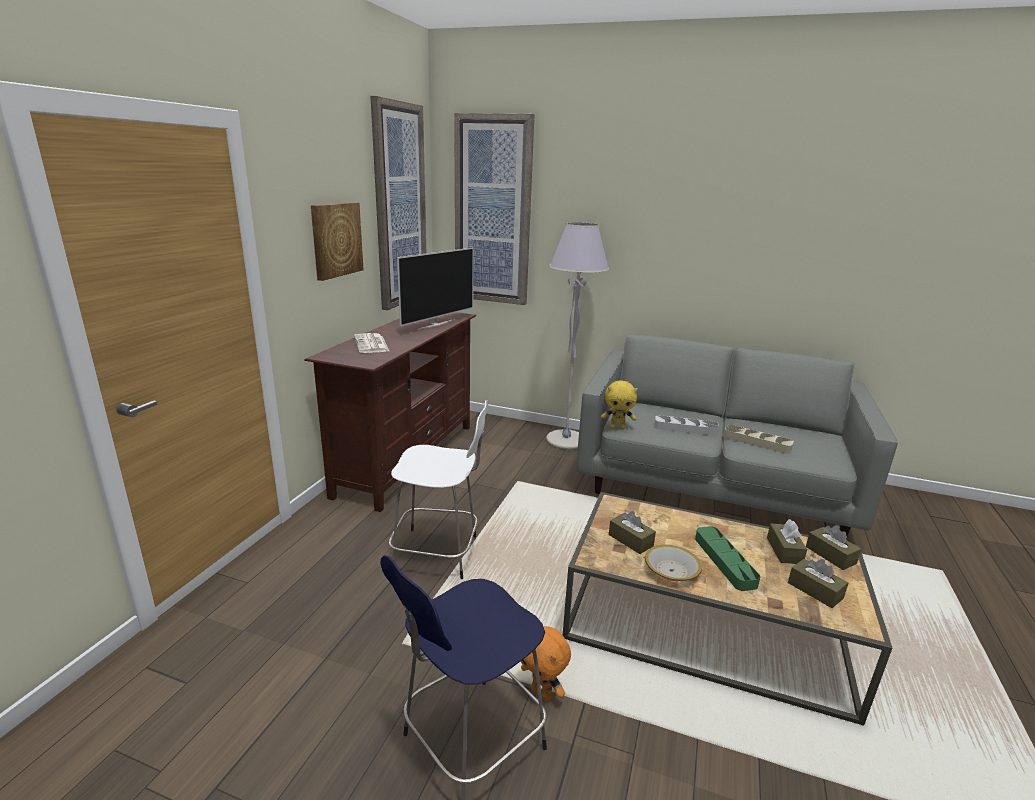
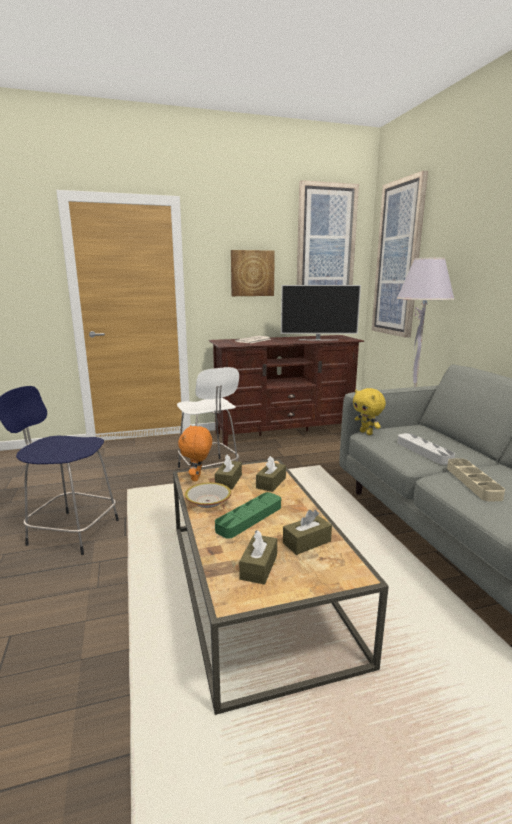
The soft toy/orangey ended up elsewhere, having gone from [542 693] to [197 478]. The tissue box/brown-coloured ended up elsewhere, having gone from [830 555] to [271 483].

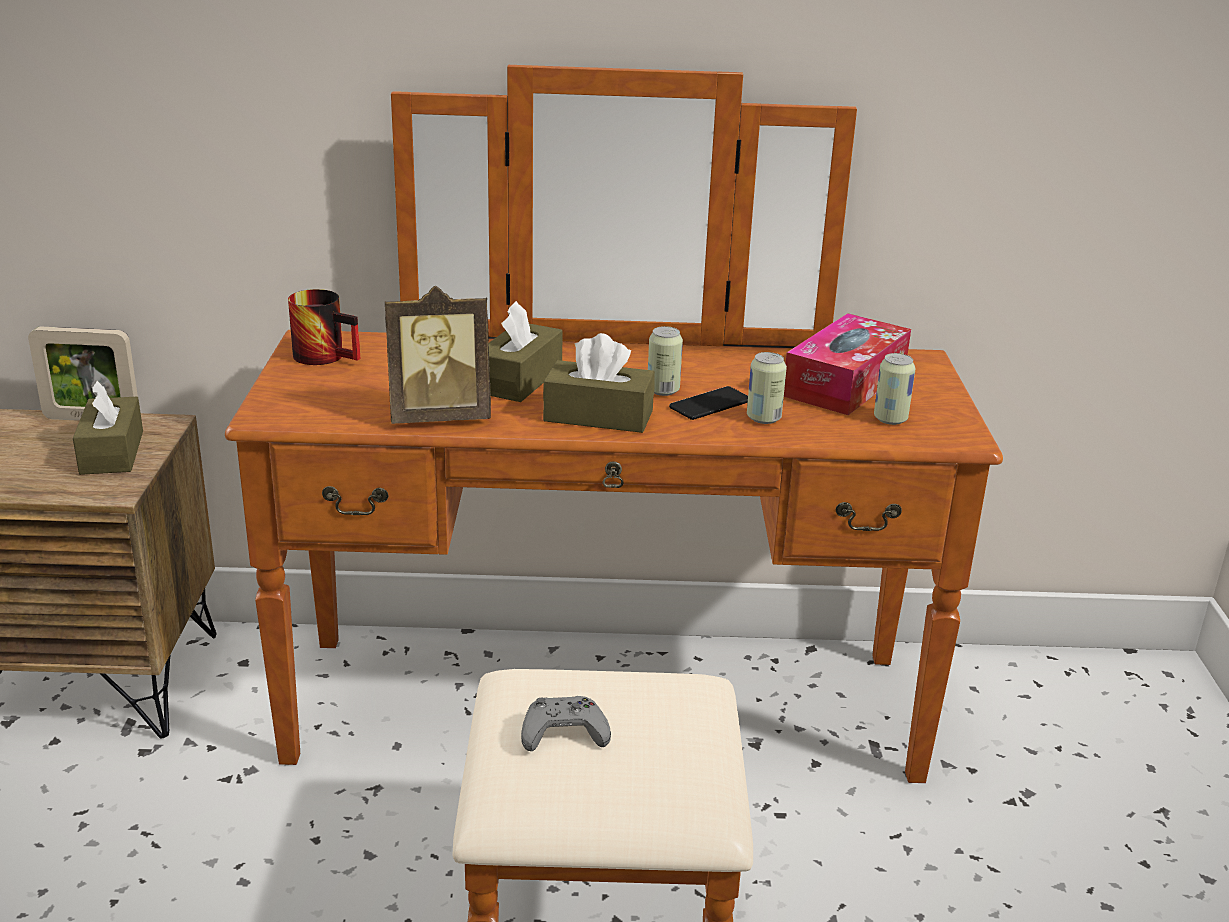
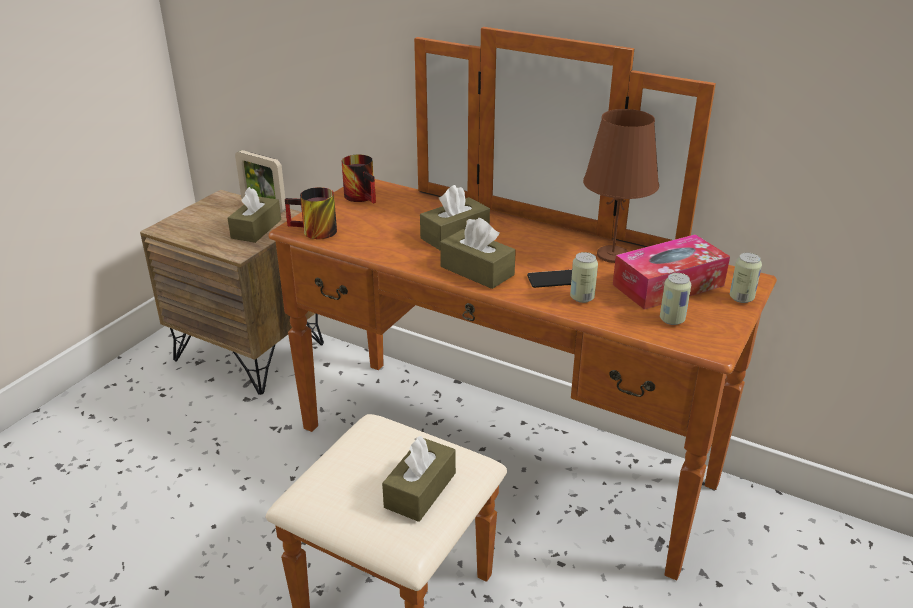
The second view gained the coffee mug at [313 232]. The second view gained the tissue box/brown-coloured at [420 490]. The second view gained the table lamp/brown-coloured at [612 254]. The sealed can ended up elsewhere, having gone from [663 390] to [741 298]. The second view lost the photo frame at [440 416]. The second view lost the joypad/greyish at [564 733].

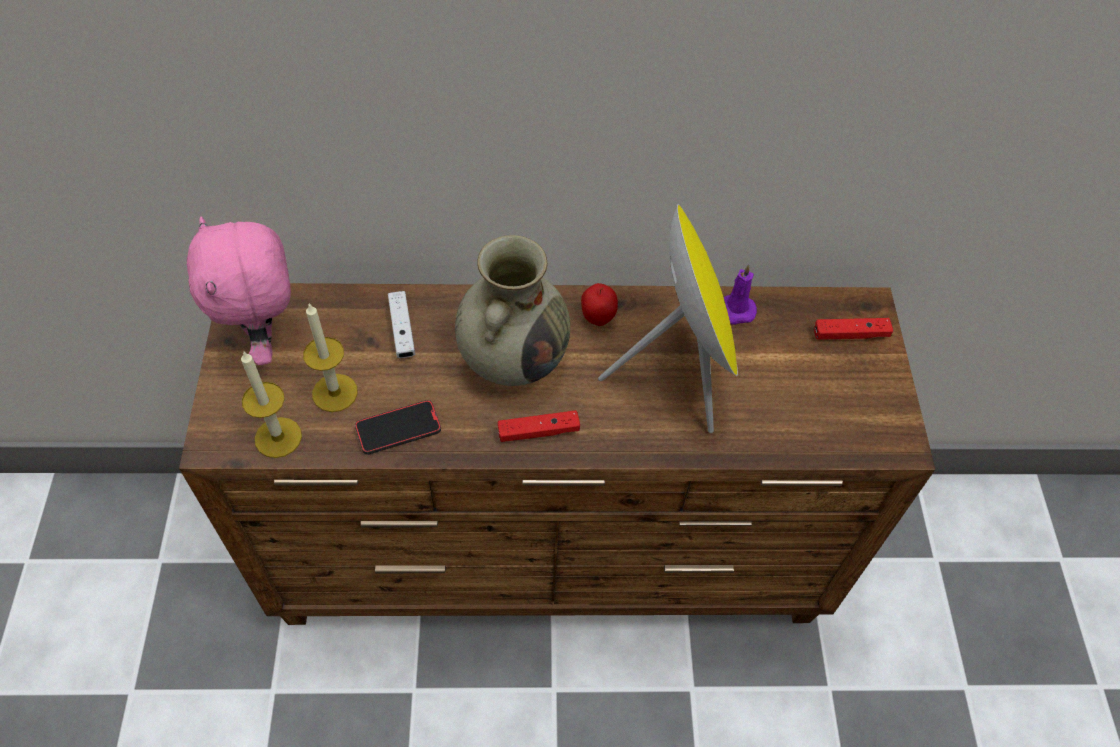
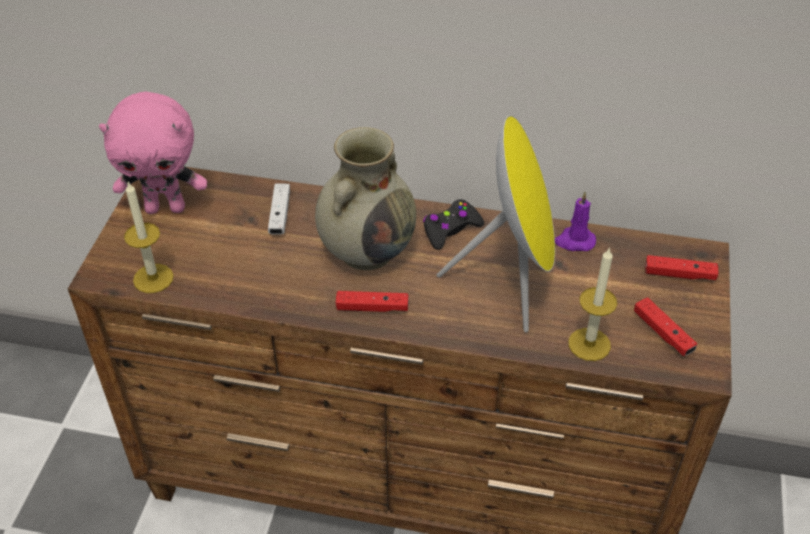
The soft toy/pink-coloured at [266 341] ended up facing another way, 90 degrees counterclockwise from before. Where the whole apple stood at [597 318], the joypad/blackish came to stand at [450 229]. The candle ended up elsewhere, having gone from [335 393] to [589 344]. The second view gained the joypad/red-coloured at [663 333]. The second view lost the phone at [398 429].

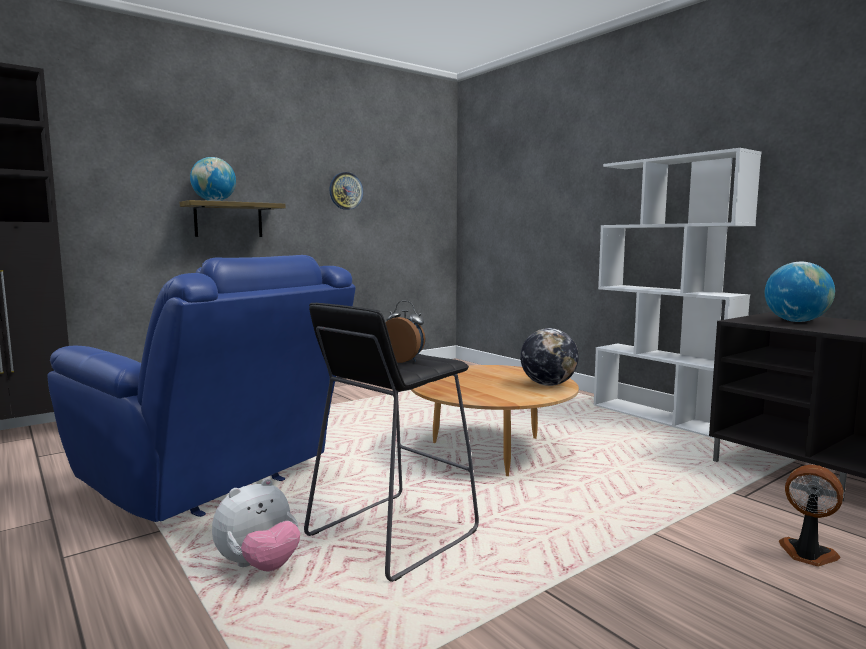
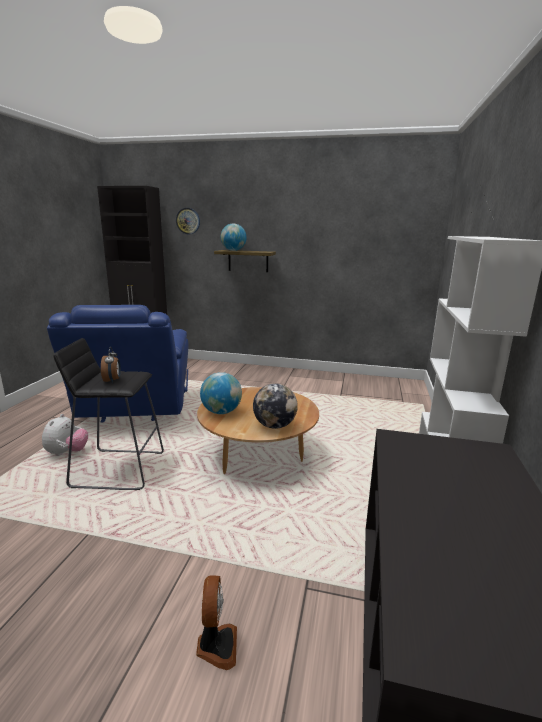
The soft toy at [259 566] ended up facing another way, 90 degrees counterclockwise from before. The hanging clock ended up elsewhere, having gone from [345 191] to [188 221]. The desk globe ended up elsewhere, having gone from [796 321] to [221 412].

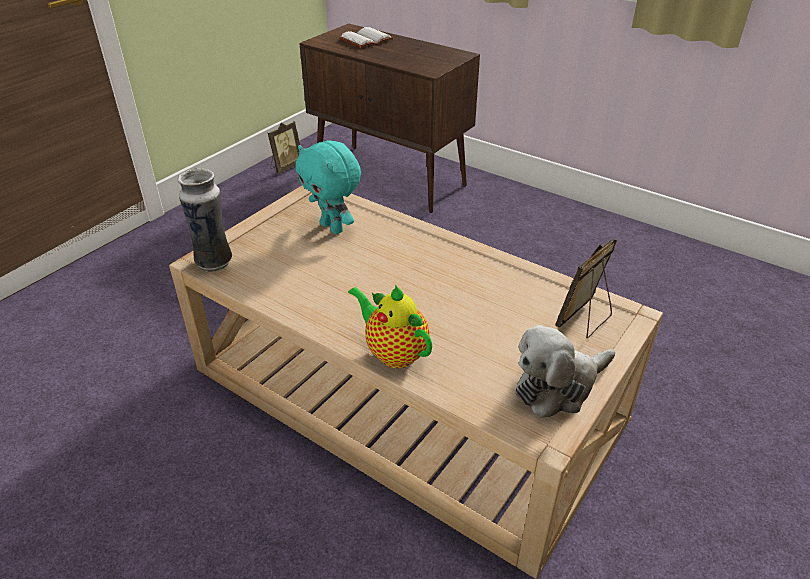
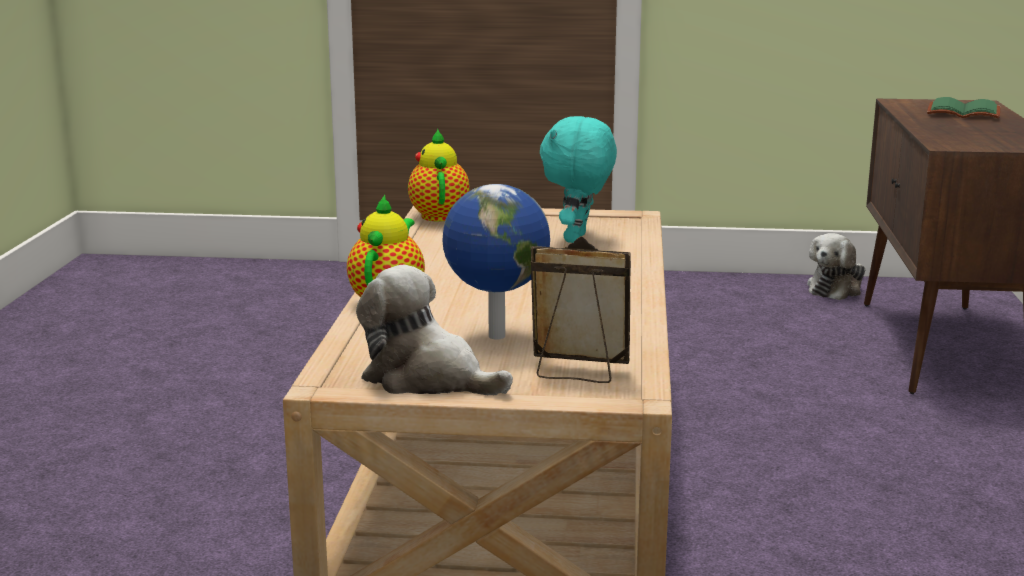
Where the decorative vase stood at [214 262], the teapot came to stand at [439 215]. The second view gained the desk globe at [494 336]. Where the photo frame stood at [285 167], the soft toy came to stand at [836 289]. What was the book/whitish at [366 40] turned into the book/greenish at [962 113].

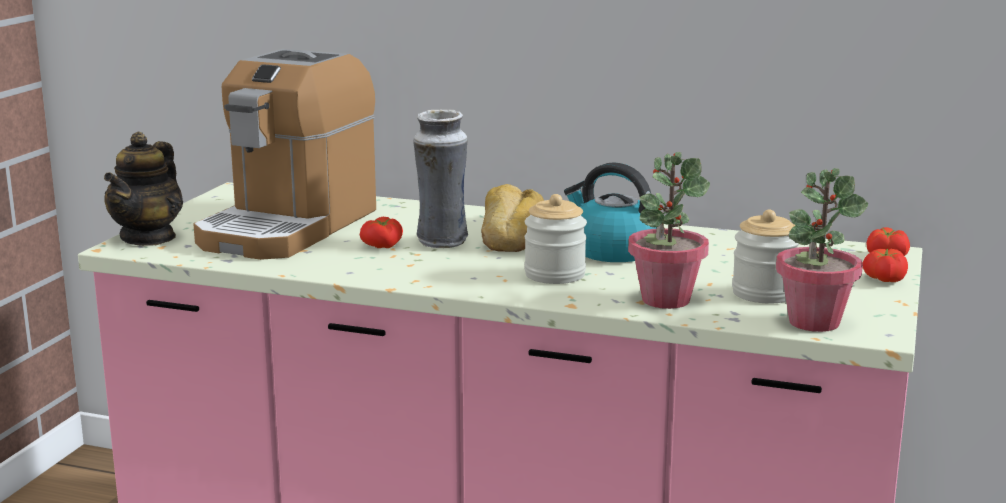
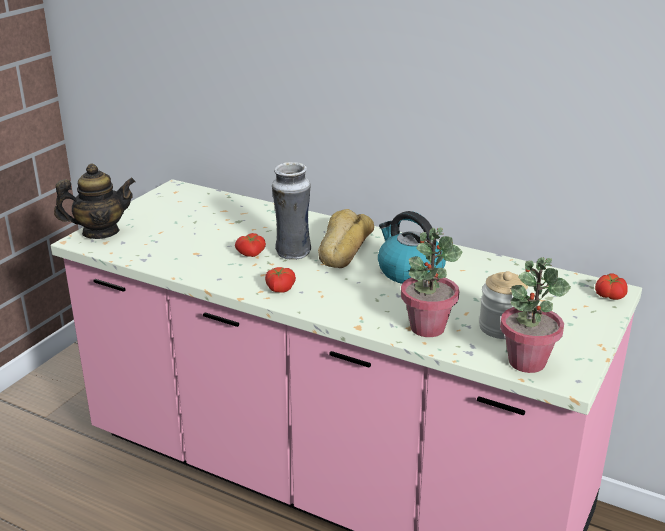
The teapot at [148 237] ended up facing another way, 135 degrees counterclockwise from before. The fresh tomato ended up elsewhere, having gone from [883 279] to [279 288]. The second view lost the coffee brewer at [288 227]. The second view lost the preserve jar at [555 274].

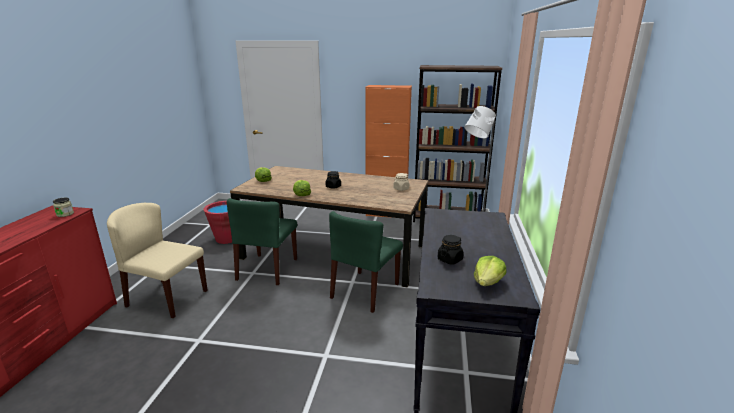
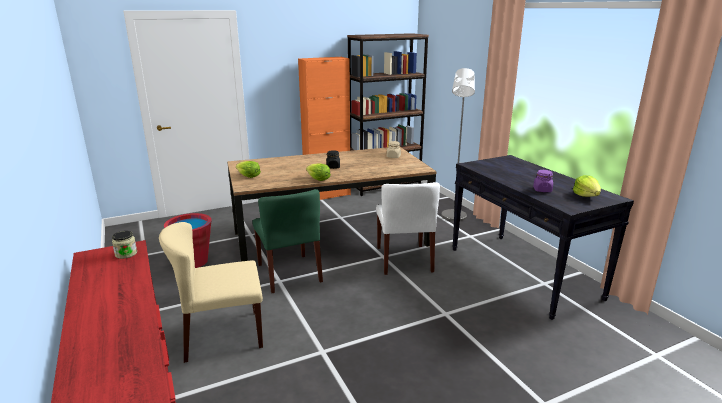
What was the plain chair/greenish at [365 291] turned into the plain chair/whitish at [404 259]. What was the preserve jar/blackish at [450 259] turned into the preserve jar/purplish at [542 190].

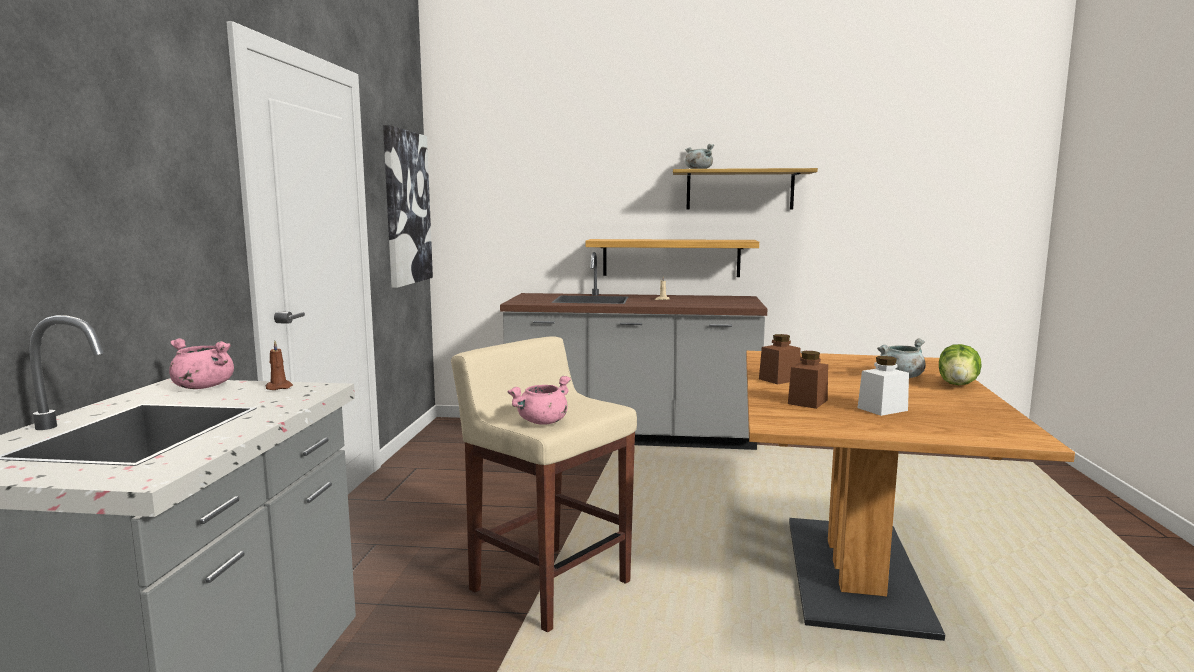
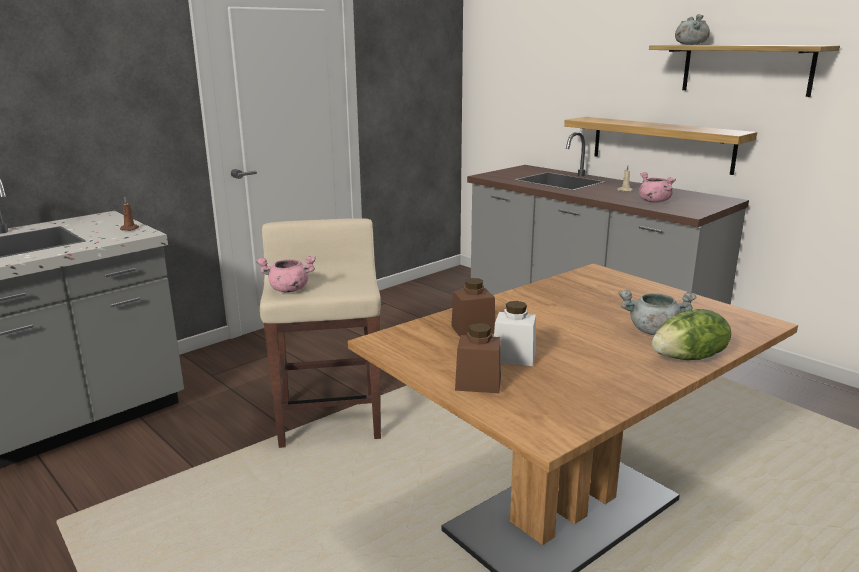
The preserve jar/brown-coloured ended up elsewhere, having gone from [779 379] to [478 383]. The cooking pot/pink-coloured ended up elsewhere, having gone from [202 387] to [653 201]. The second view lost the picture at [406 208].

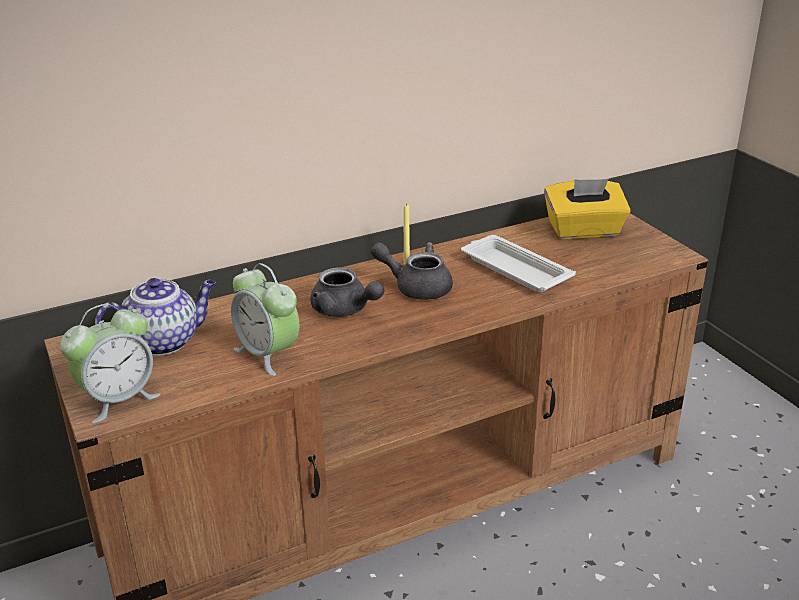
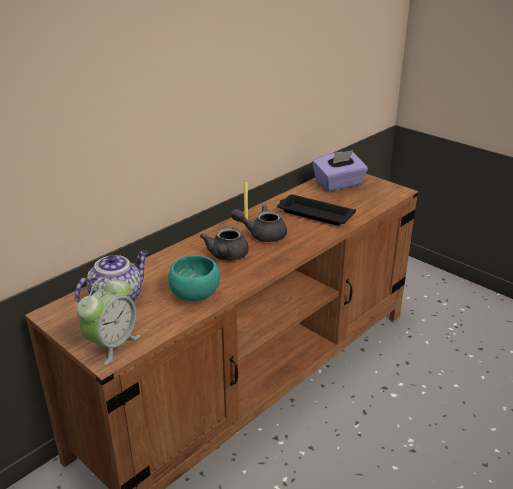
Where the table clock stood at [268 354], the bowl/turquoise came to stand at [196 294]. The teapot/greyish at [345 310] ended up facing another way, 75 degrees clockwise from before. What was the tray/whitish at [514 269] turned into the tray/blackish at [314 214]. What was the tissue box/yellow at [584 231] turned into the tissue box/purplish at [339 184].

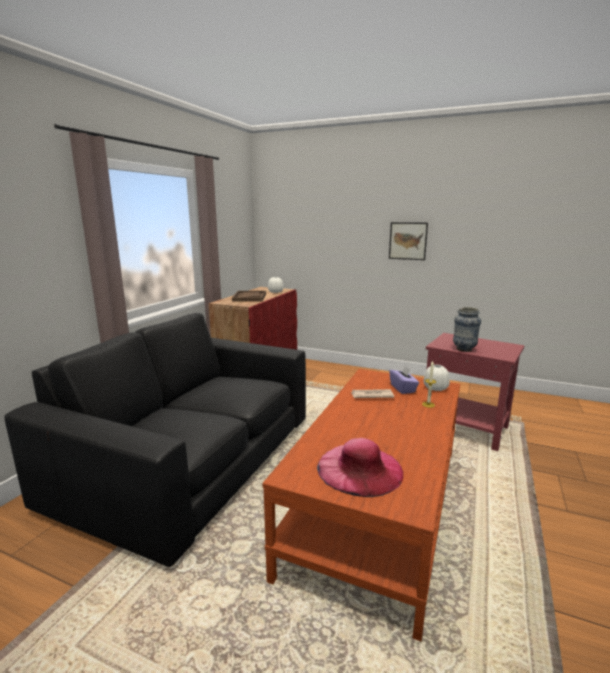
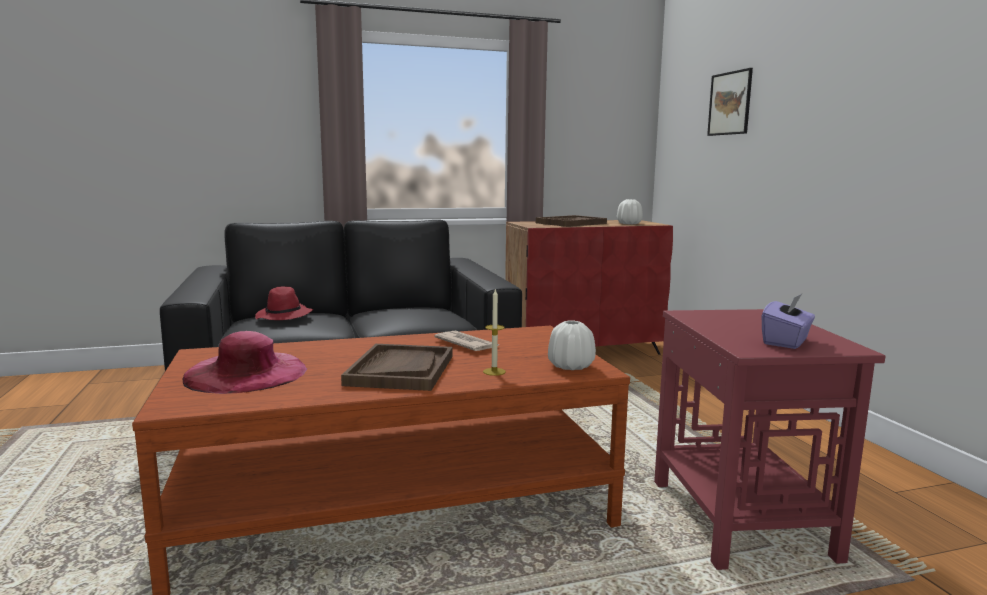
The second view gained the clothing hat/red-coloured at [284 317]. The second view gained the tray/brown-coloured at [400 370]. The picture ended up elsewhere, having gone from [408 241] to [730 103]. The tissue box/purplish ended up elsewhere, having gone from [403 388] to [786 342]. The second view lost the decorative vase at [464 349].

